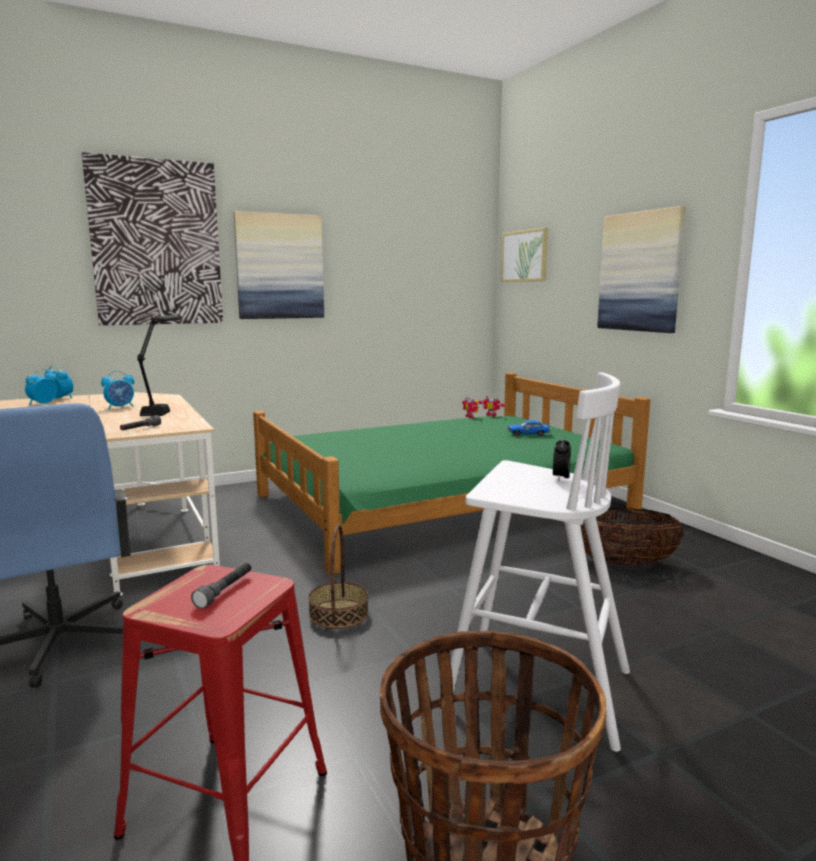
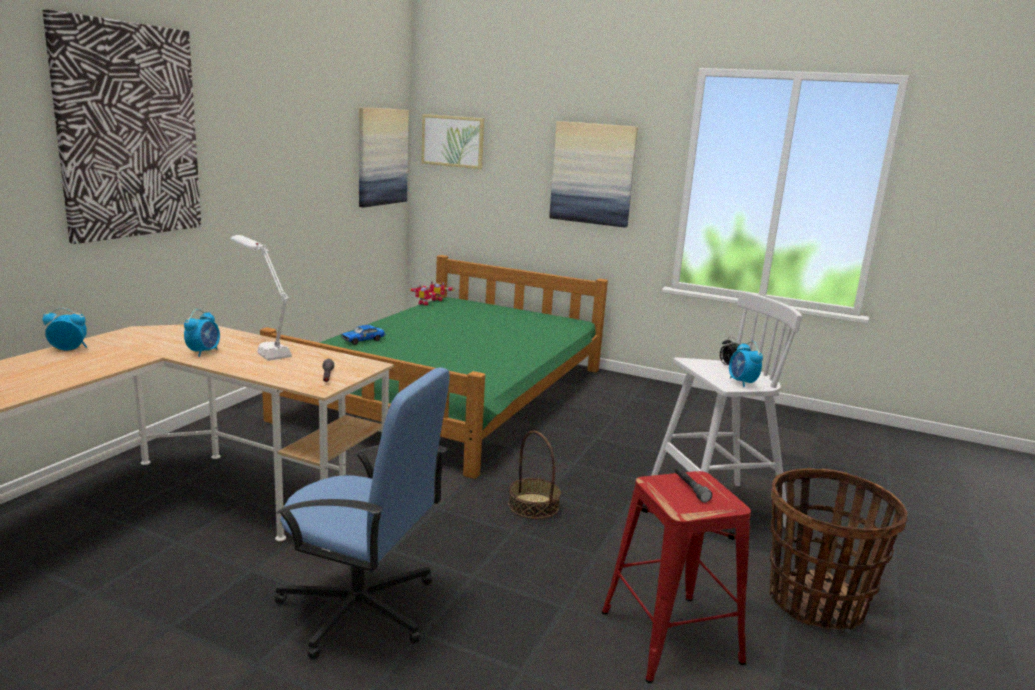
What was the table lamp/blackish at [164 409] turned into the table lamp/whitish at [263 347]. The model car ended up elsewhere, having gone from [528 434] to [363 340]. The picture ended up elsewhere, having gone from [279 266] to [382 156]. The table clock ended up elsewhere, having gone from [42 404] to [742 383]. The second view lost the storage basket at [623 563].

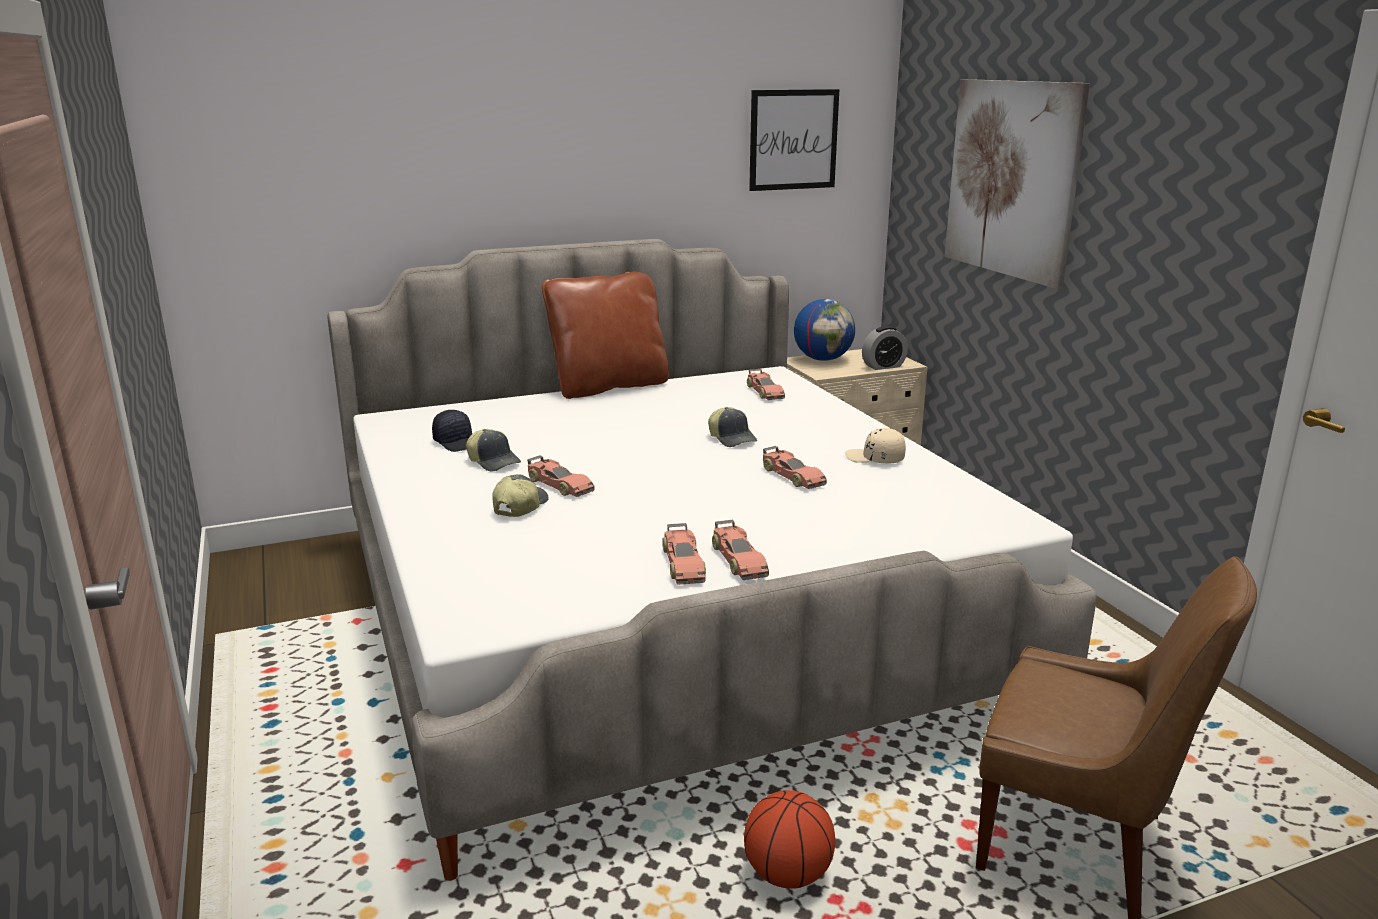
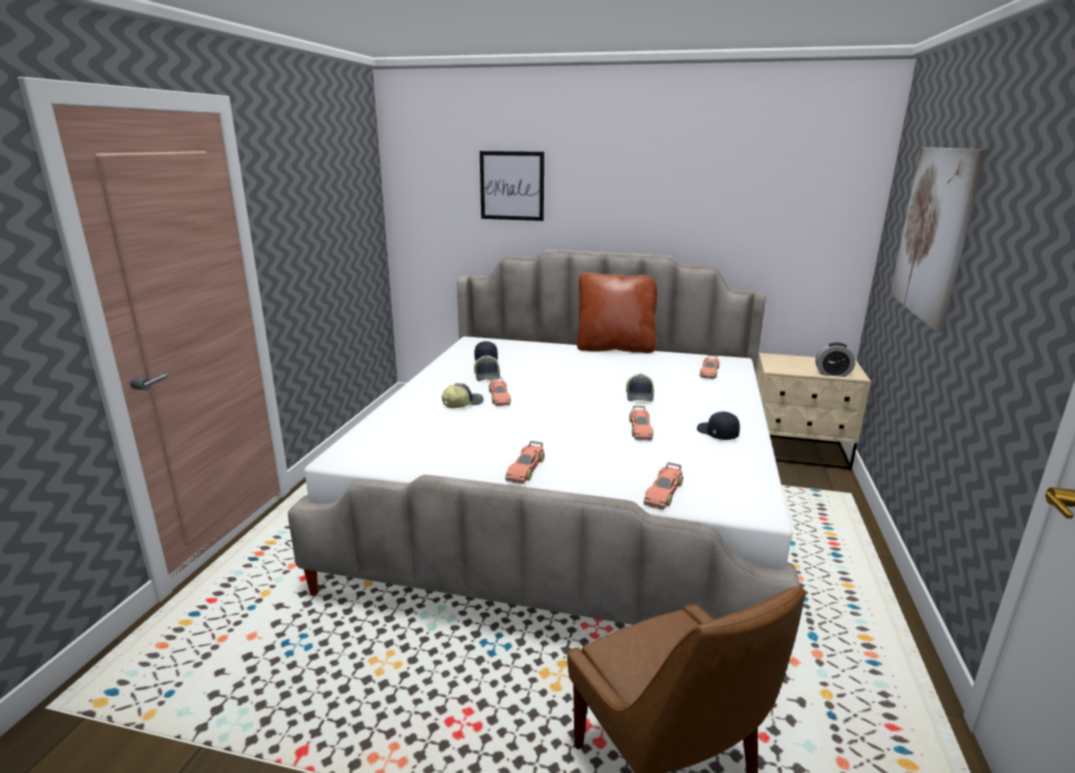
The picture ended up elsewhere, having gone from [793 140] to [512 186]. The model car ended up elsewhere, having gone from [683 564] to [663 493]. What was the cap/beige-coloured at [875 459] turned into the cap/blackish at [717 433]. The second view lost the basketball at [788 875]. The second view lost the desk globe at [823 359].

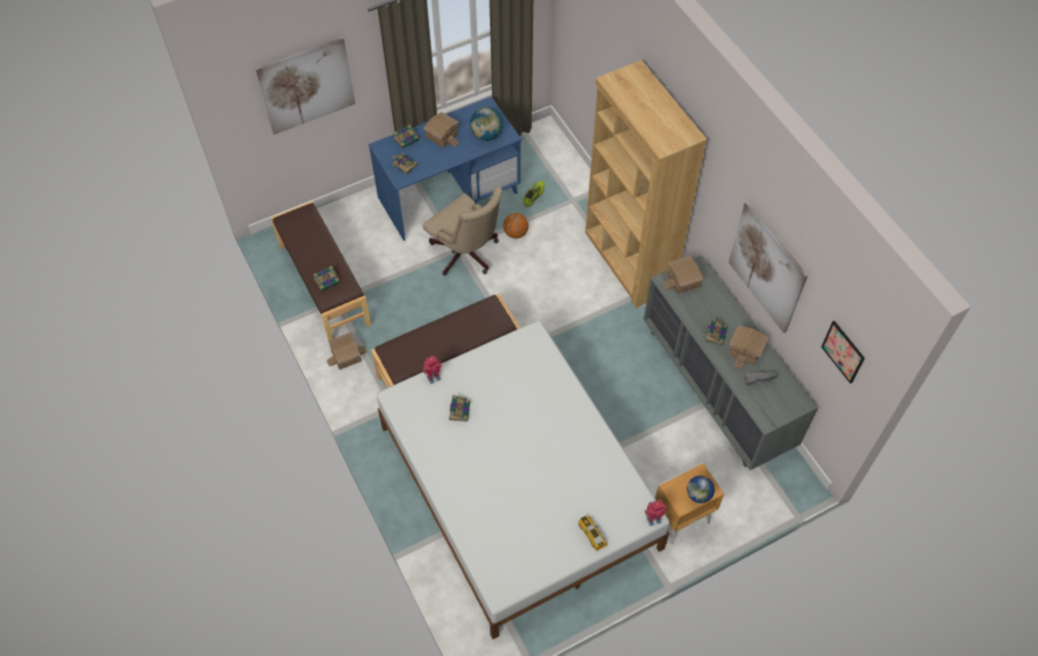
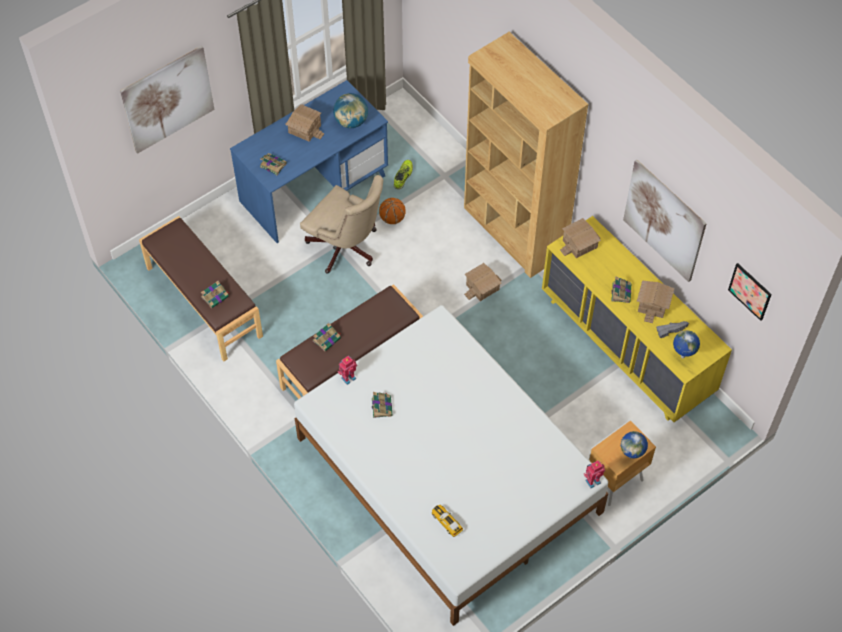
The book ended up elsewhere, having gone from [406 139] to [327 339]. The model car ended up elsewhere, having gone from [592 534] to [446 522]. The miniature house ended up elsewhere, having gone from [347 356] to [483 288]. What was the chest of drawers/greyish at [717 388] turned into the chest of drawers/yellow at [626 347]. The second view gained the desk globe at [682 356].

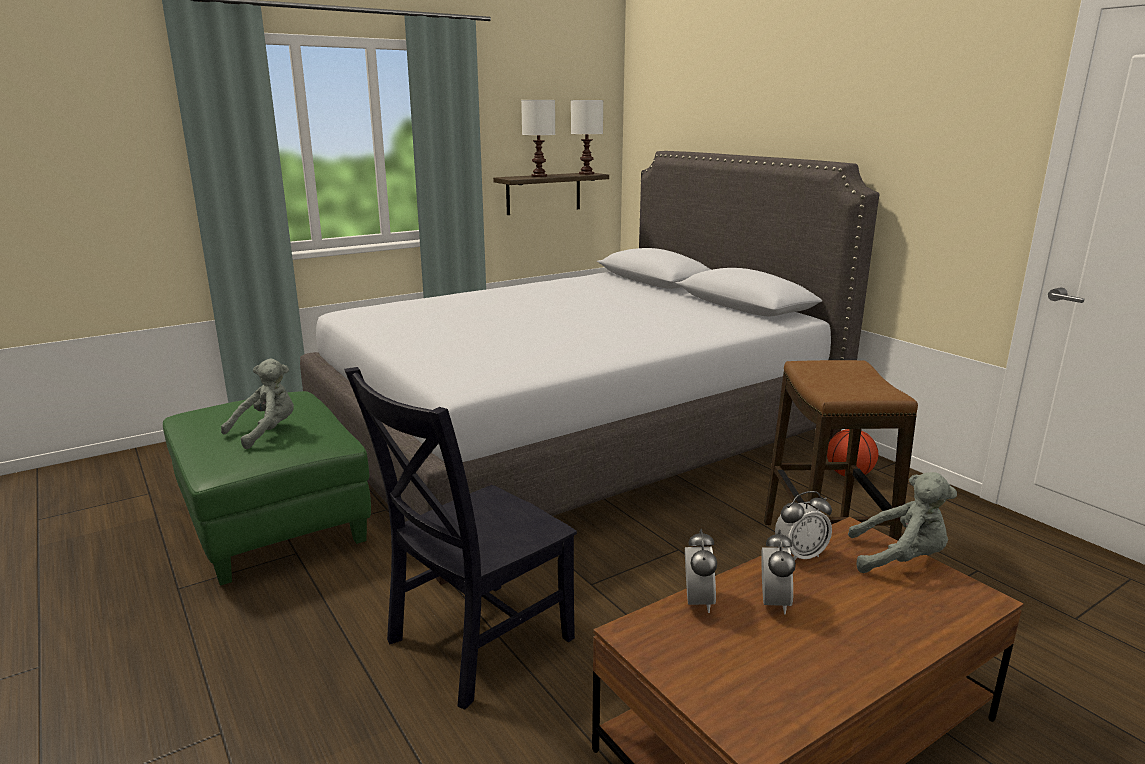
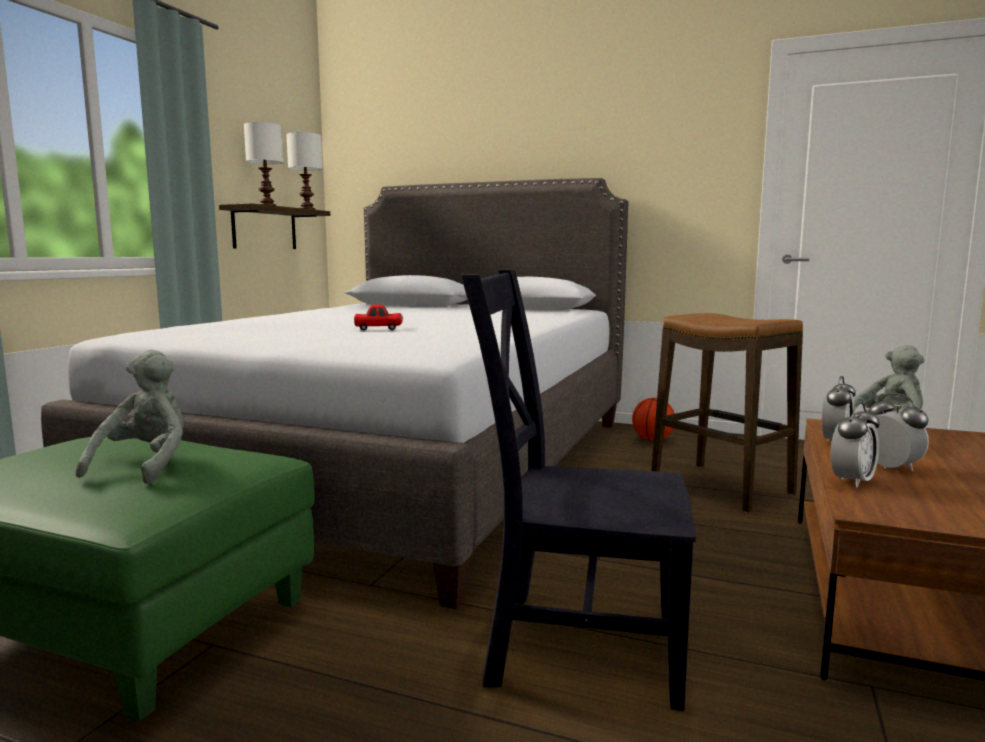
The second view gained the model car/red-coloured at [378 329]. The plain chair/blackish at [473 643] ended up facing another way, 90 degrees clockwise from before. The table clock at [698 602] ended up facing another way, 75 degrees clockwise from before.

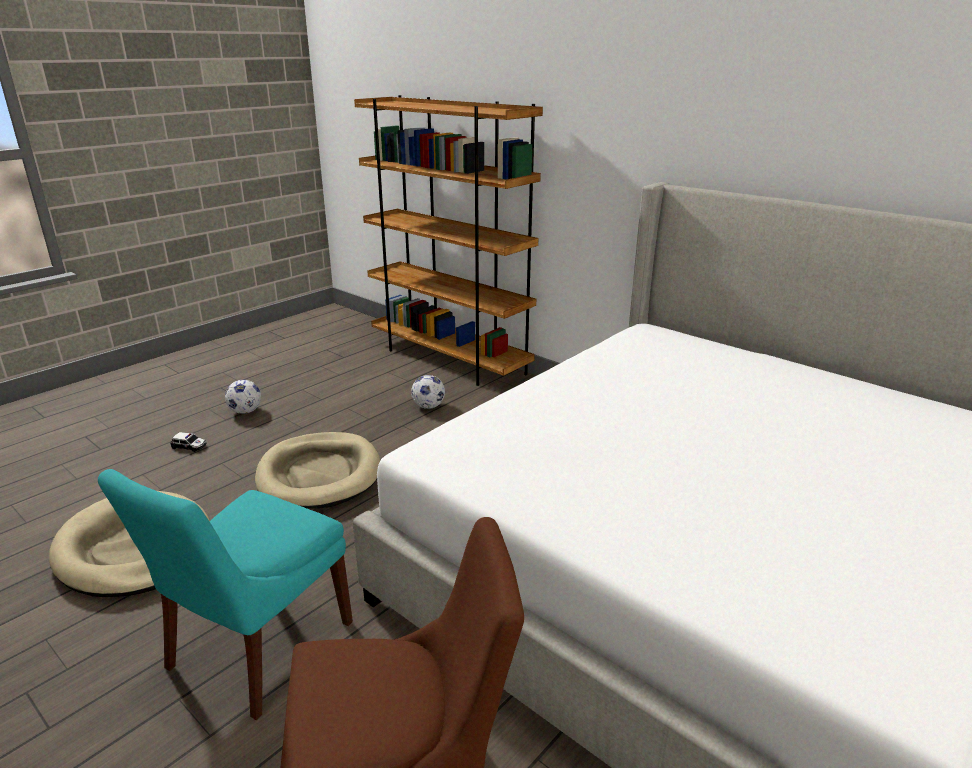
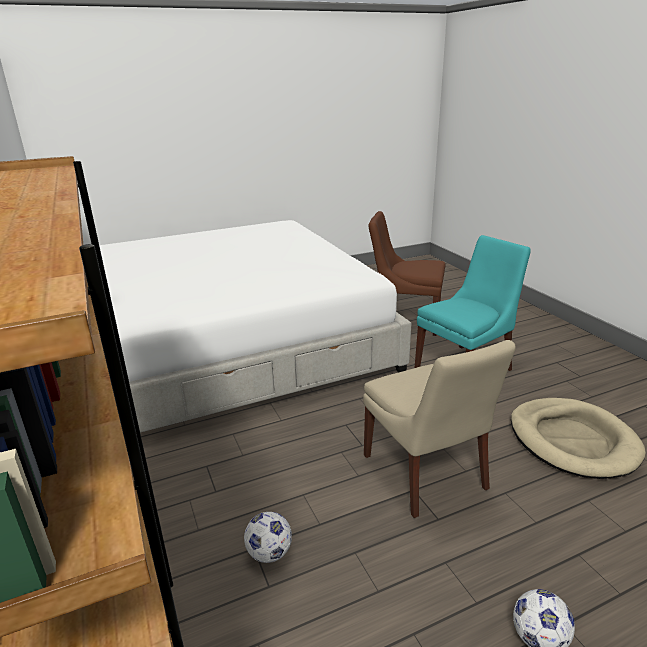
Where the dog bed/beige-coloured stood at [319 474], the plain chair/beige-coloured came to stand at [426 474]. The second view lost the model car at [189 446].

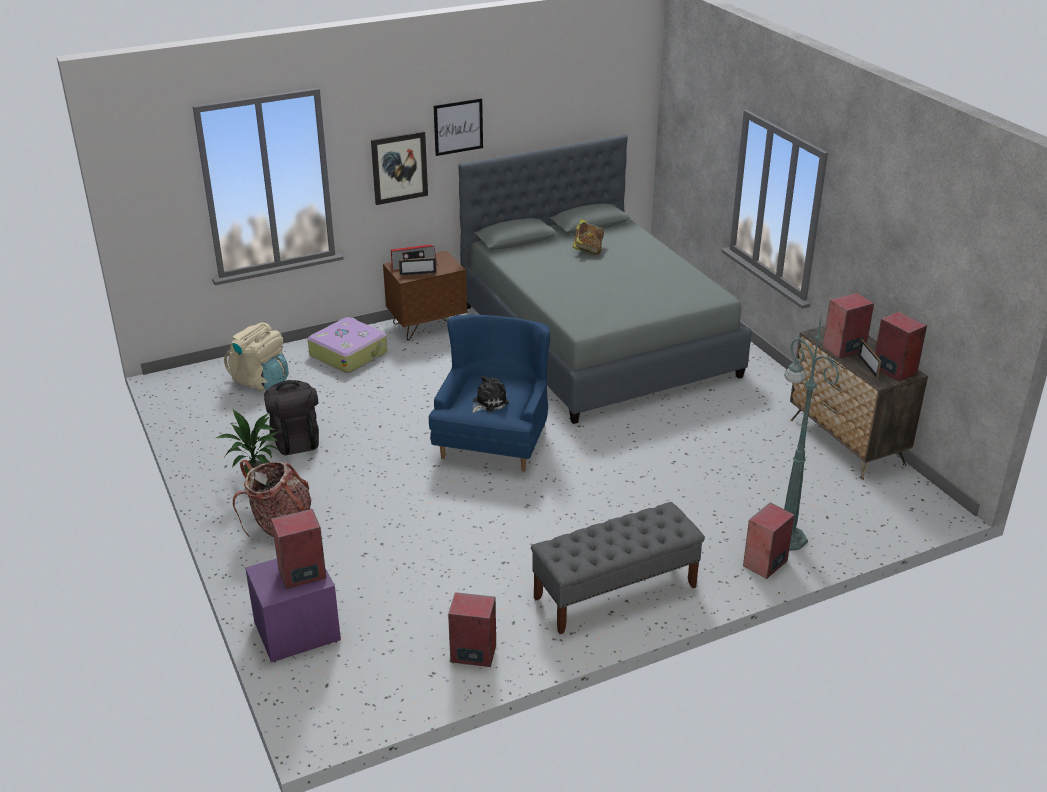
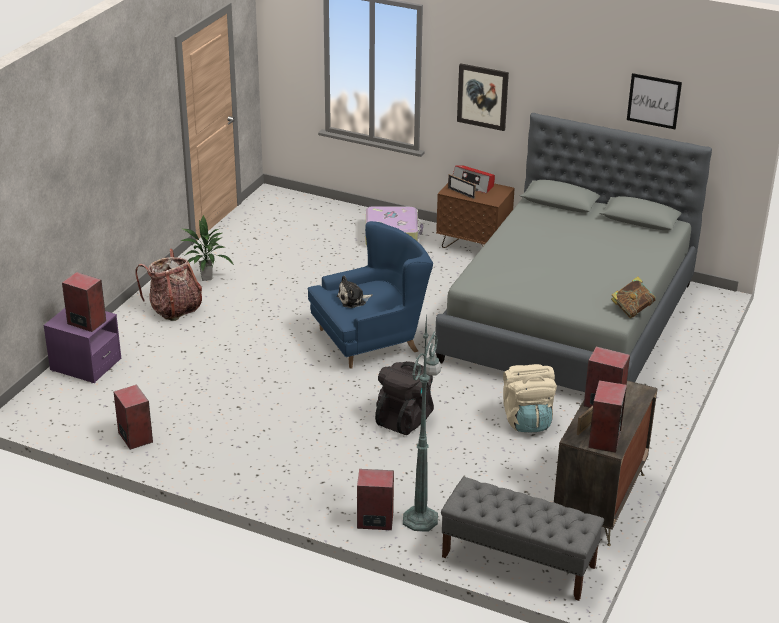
The soft toy at [488 403] ended up facing another way, 150 degrees clockwise from before. The rucksack/blackish ended up elsewhere, having gone from [295 440] to [405 419]. The indoor bench/greyish ended up elsewhere, having gone from [615 592] to [518 561]. The rucksack/beige-coloured ended up elsewhere, having gone from [261 380] to [527 420]. The book ended up elsewhere, having gone from [587 249] to [632 310]. The picture ended up elsewhere, having gone from [458 126] to [654 101].

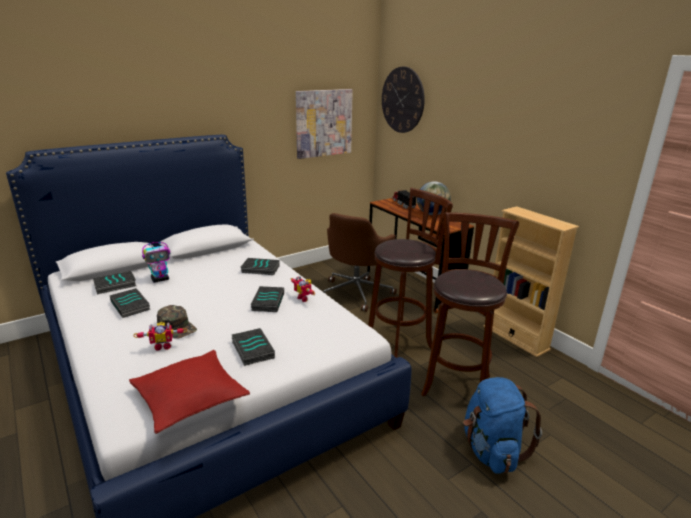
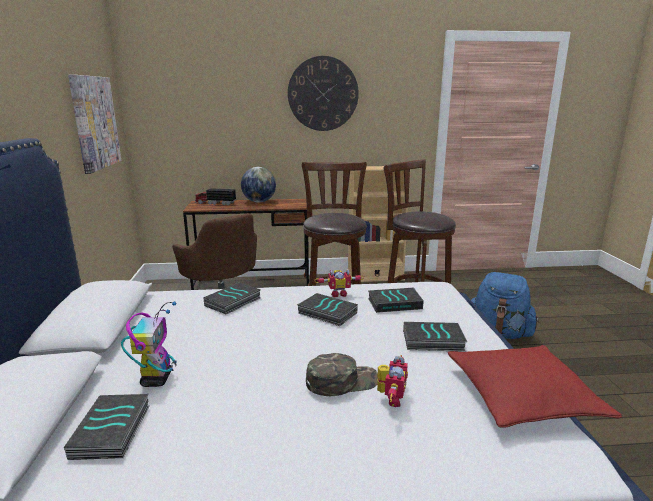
The hanging clock ended up elsewhere, having gone from [402 100] to [323 94]. The book ended up elsewhere, having gone from [131 306] to [395 303].

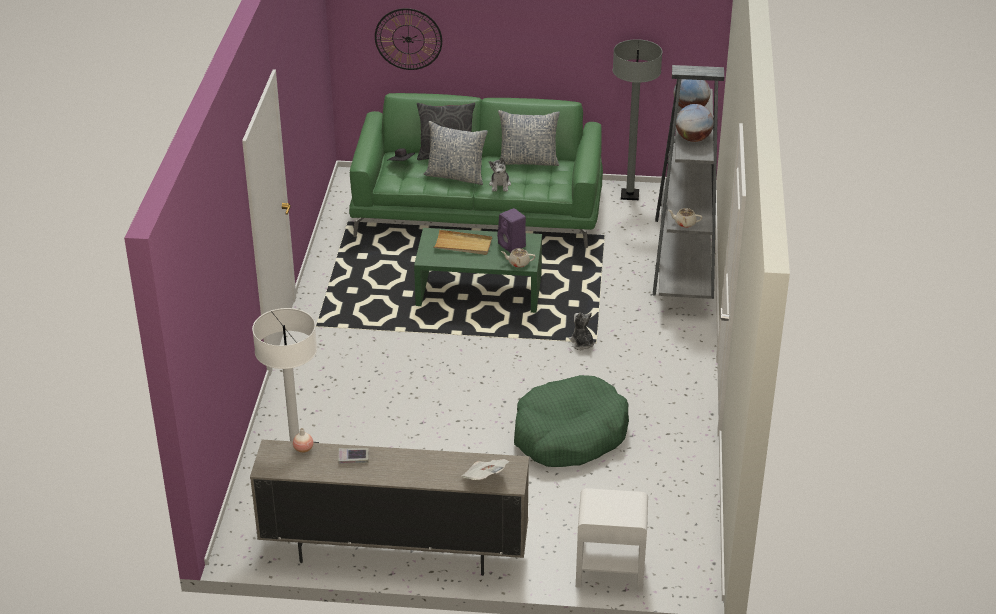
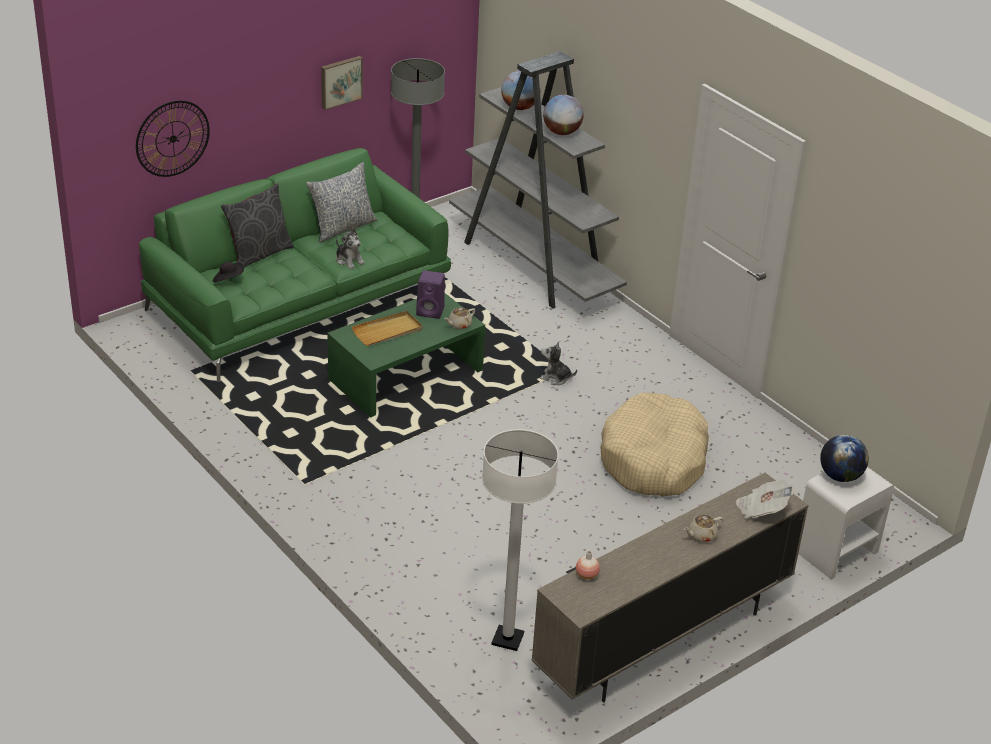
The second view gained the picture at [340 81]. What was the dog bed/greenish at [569 435] turned into the dog bed/beige-coloured at [654 459]. The teapot/beige-coloured ended up elsewhere, having gone from [684 223] to [701 535]. The second view gained the desk globe at [840 476]. The second view lost the book at [353 458]. The second view lost the cushion at [456 176].

